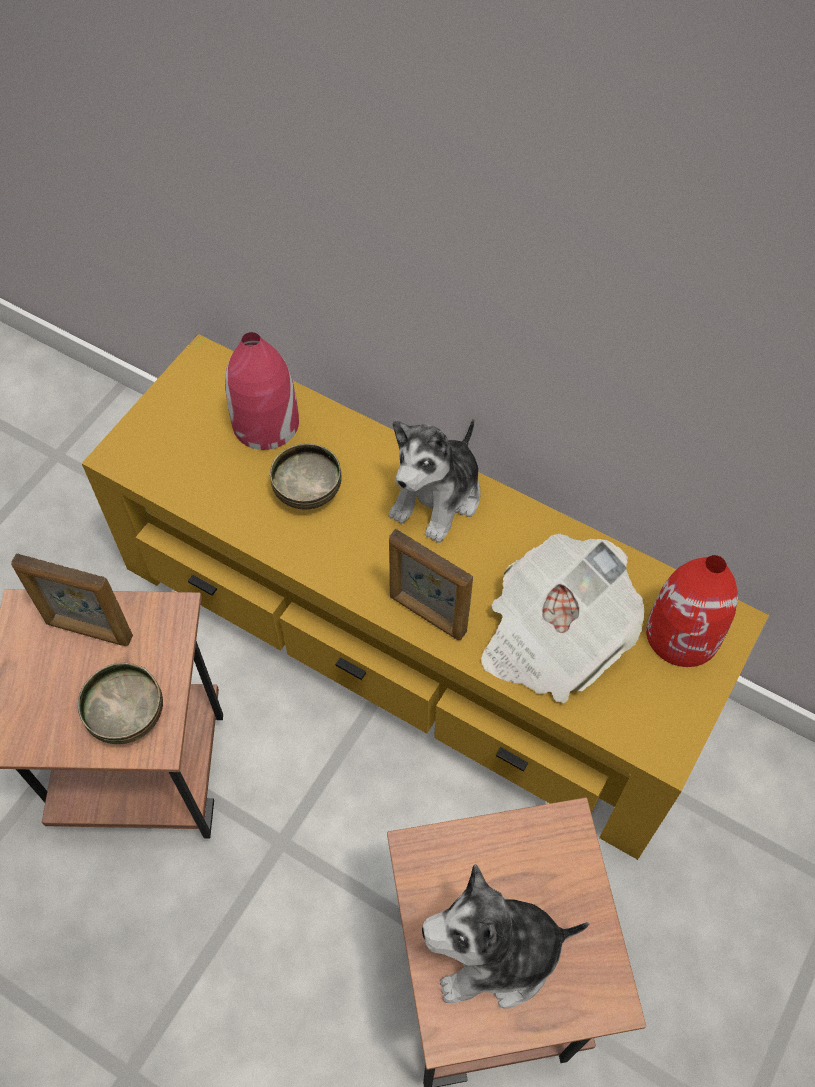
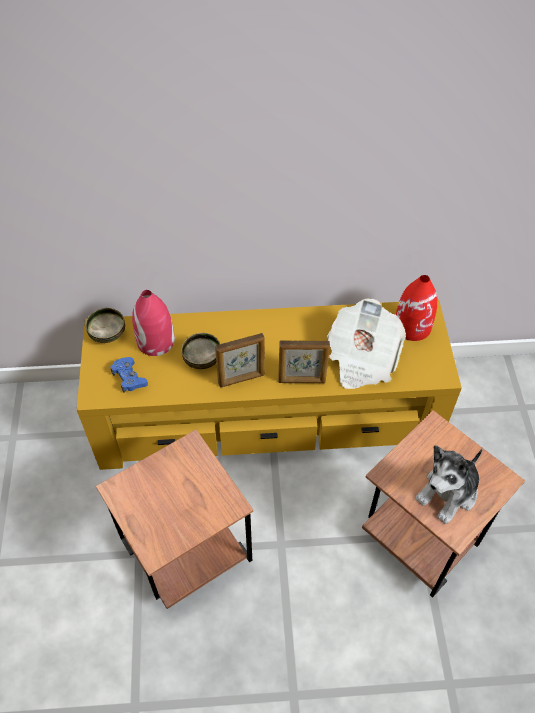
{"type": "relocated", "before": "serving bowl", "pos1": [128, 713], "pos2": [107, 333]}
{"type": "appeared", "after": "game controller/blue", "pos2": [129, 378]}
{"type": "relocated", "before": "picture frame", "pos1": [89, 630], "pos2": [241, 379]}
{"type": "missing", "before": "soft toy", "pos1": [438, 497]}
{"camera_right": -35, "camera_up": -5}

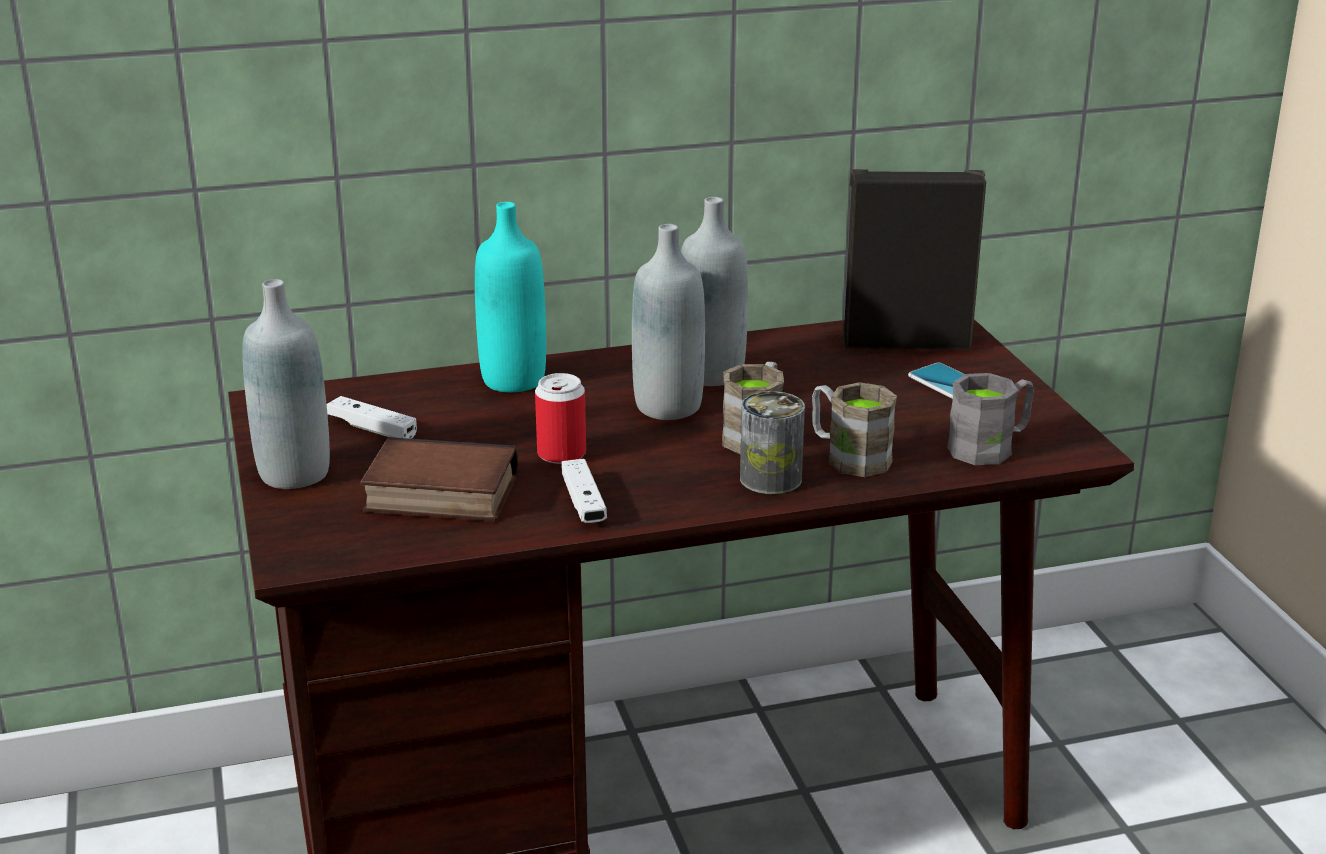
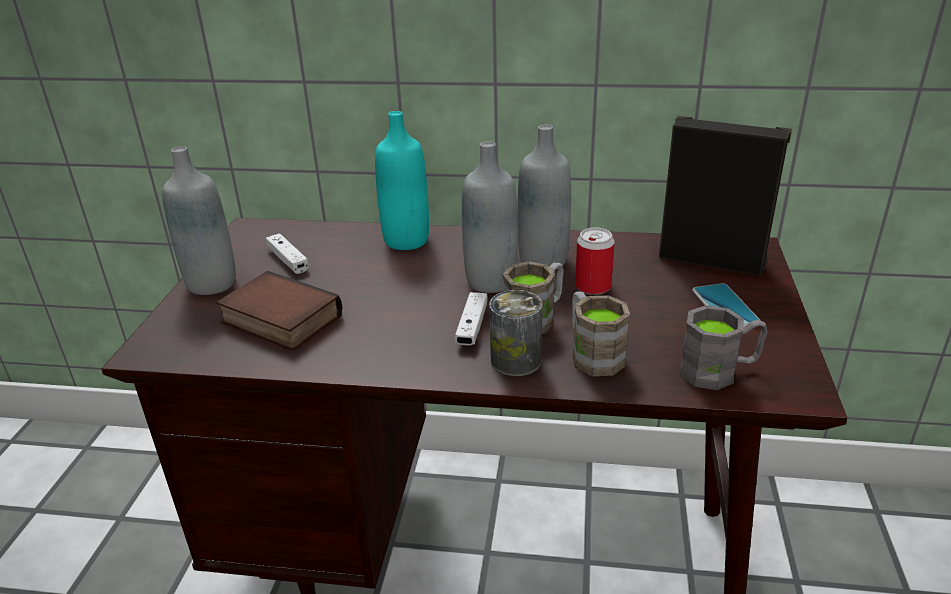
{"type": "relocated", "before": "game controller/white", "pos1": [583, 503], "pos2": [472, 327]}
{"type": "relocated", "before": "sealed can", "pos1": [561, 454], "pos2": [593, 286]}
{"camera_right": 25, "camera_up": 5}

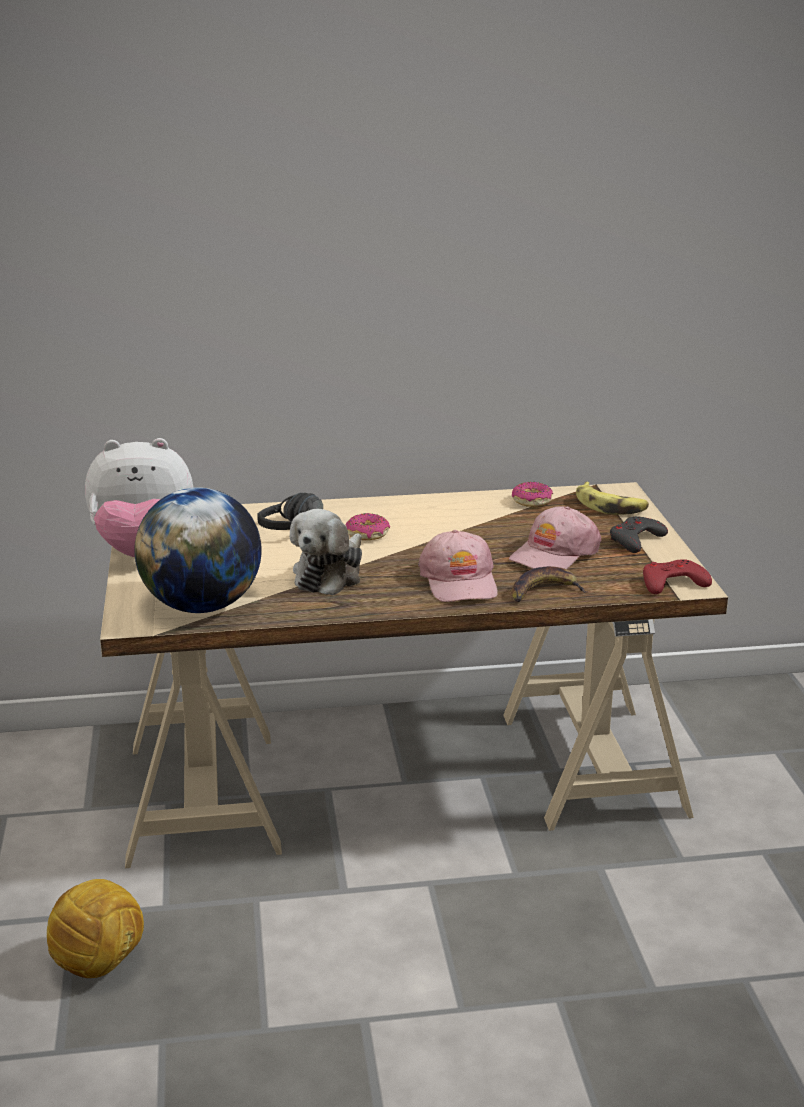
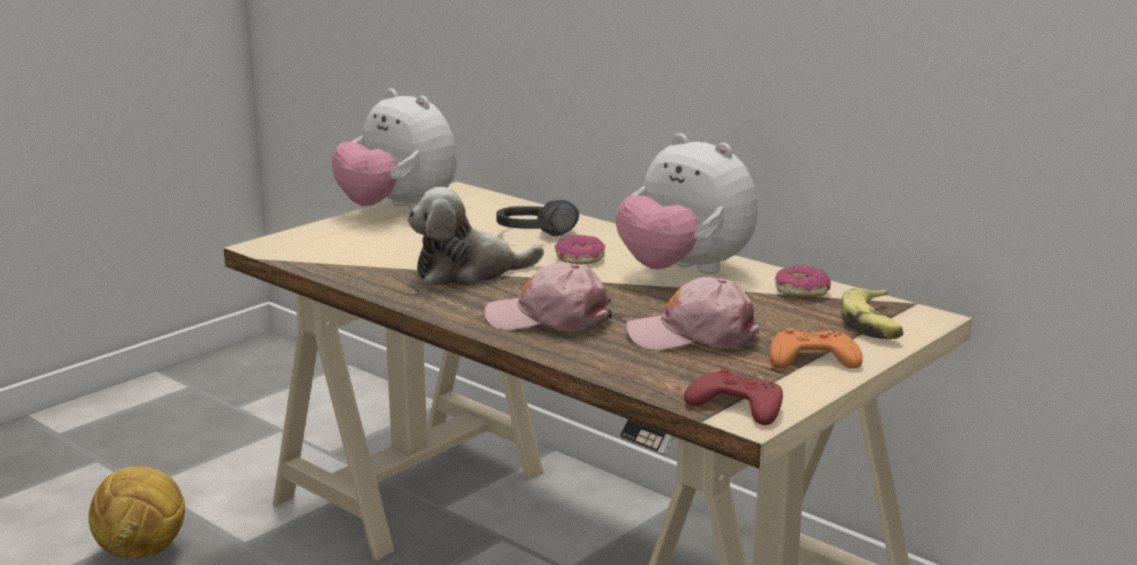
{"type": "spun", "before": "baseball cap/pink-coloured", "pos1": [459, 581], "pos2": [549, 318], "turn": 60}
{"type": "appeared", "after": "soft toy", "pos2": [684, 271]}
{"type": "colour", "before": "game controller/grey", "after": "game controller/orange-coloured", "pos1": [635, 540], "pos2": [812, 359]}
{"type": "missing", "before": "globe", "pos1": [202, 605]}
{"type": "missing", "before": "banana", "pos1": [544, 591]}
{"camera_right": 50, "camera_up": -5}

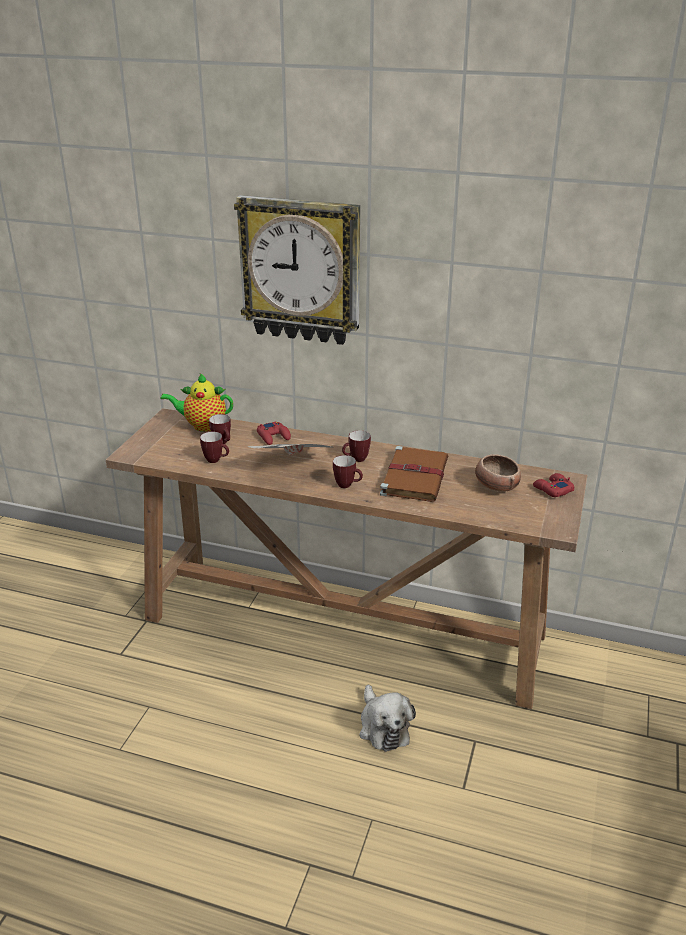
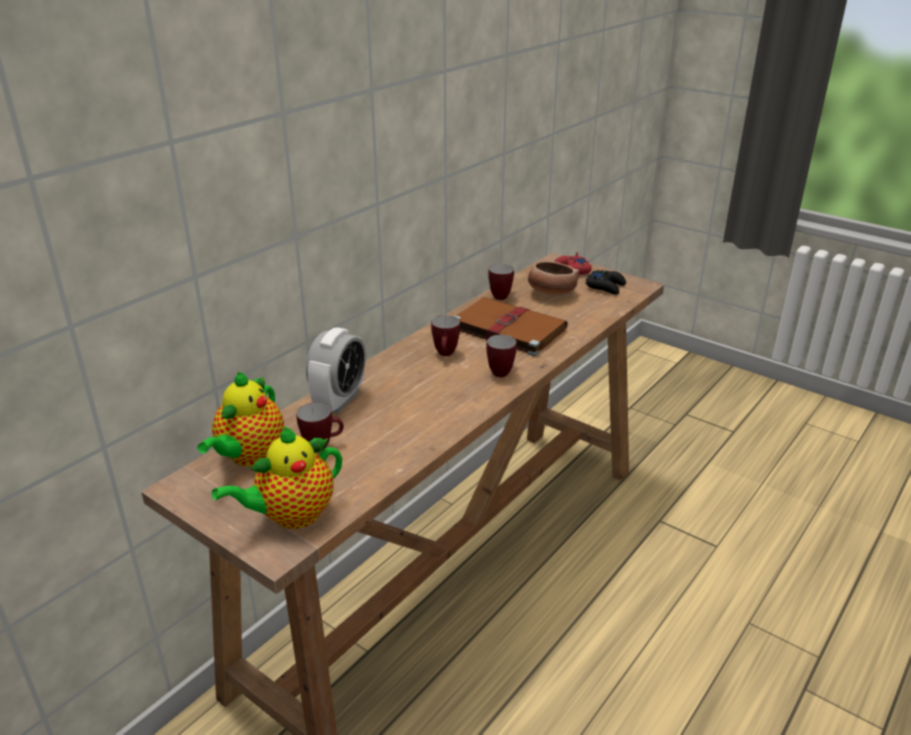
{"type": "appeared", "after": "pot for tea", "pos2": [291, 516]}
{"type": "exchanged", "before": "game controller/red", "after": "alarm clock", "pos1": [273, 436], "pos2": [339, 400]}
{"type": "relocated", "before": "tea mug", "pos1": [216, 460], "pos2": [502, 296]}
{"type": "appeared", "after": "game controller/black", "pos2": [606, 286]}
{"type": "missing", "before": "wall clock", "pos1": [301, 270]}
{"type": "missing", "before": "daily paper", "pos1": [292, 466]}
{"type": "missing", "before": "soft toy", "pos1": [383, 726]}
{"camera_right": -70, "camera_up": 0}

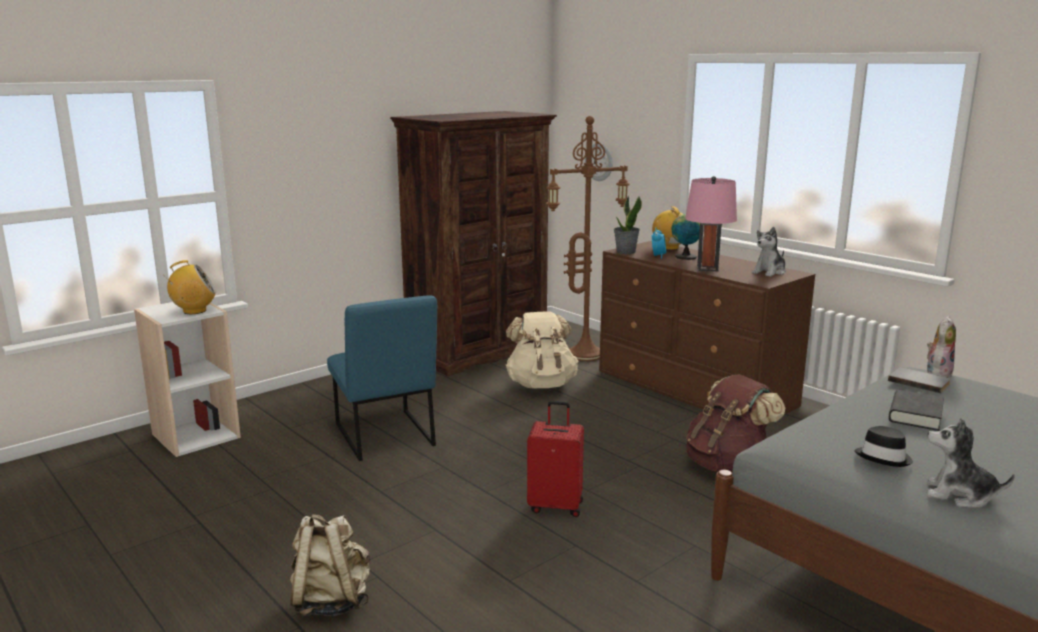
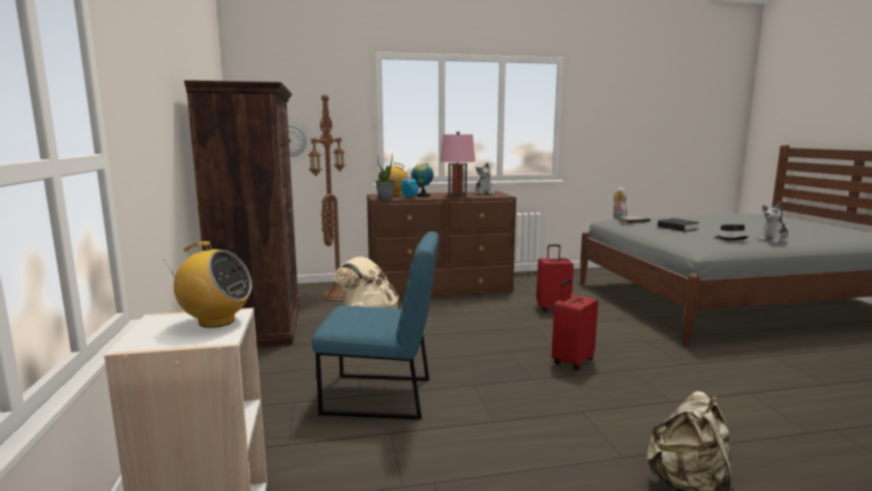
{"type": "spun", "before": "radio", "pos1": [194, 311], "pos2": [216, 321], "turn": 90}
{"type": "exchanged", "before": "backpack/brown", "after": "piece of luggage/red", "pos1": [727, 465], "pos2": [553, 308]}
{"camera_right": -60, "camera_up": -5}

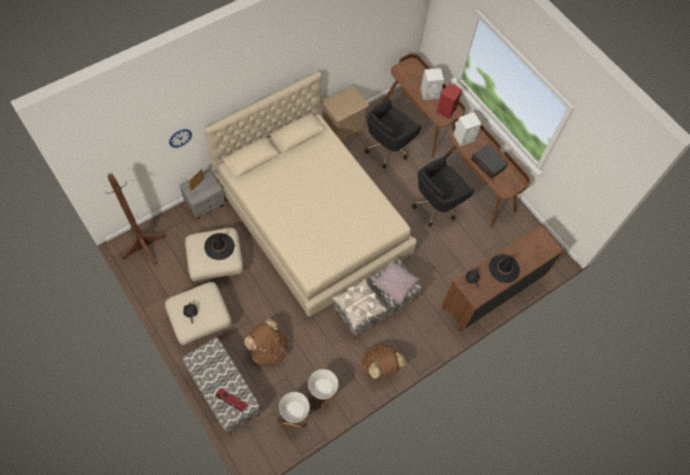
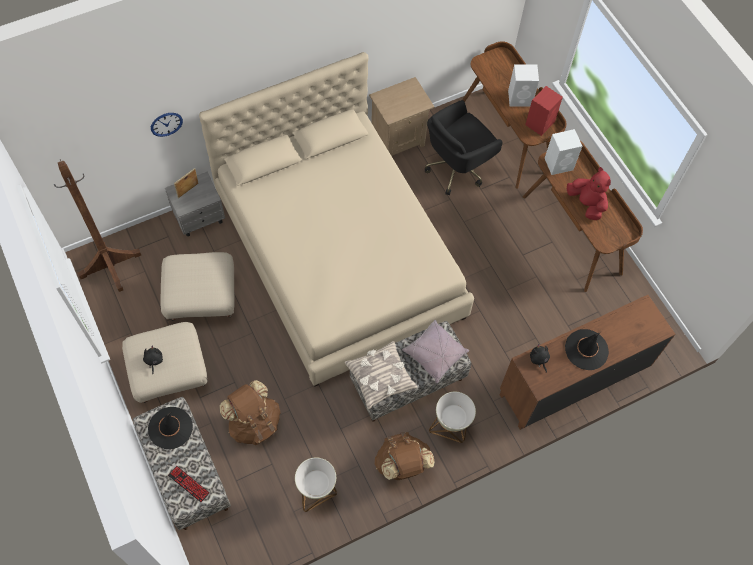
{"type": "relocated", "before": "hat/black", "pos1": [219, 246], "pos2": [170, 428]}
{"type": "relocated", "before": "flower pot", "pos1": [294, 417], "pos2": [450, 428]}
{"type": "exchanged", "before": "radio", "after": "soft toy/red", "pos1": [487, 164], "pos2": [586, 204]}
{"type": "missing", "before": "desk chair/black", "pos1": [436, 206]}
{"camera_right": 10, "camera_up": 0}

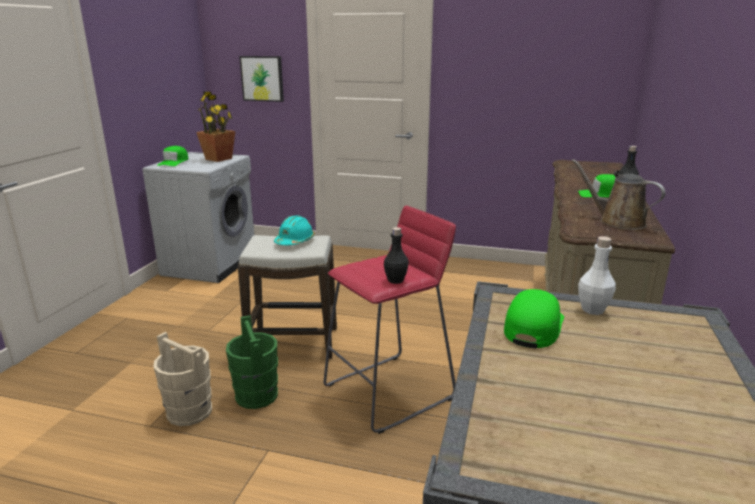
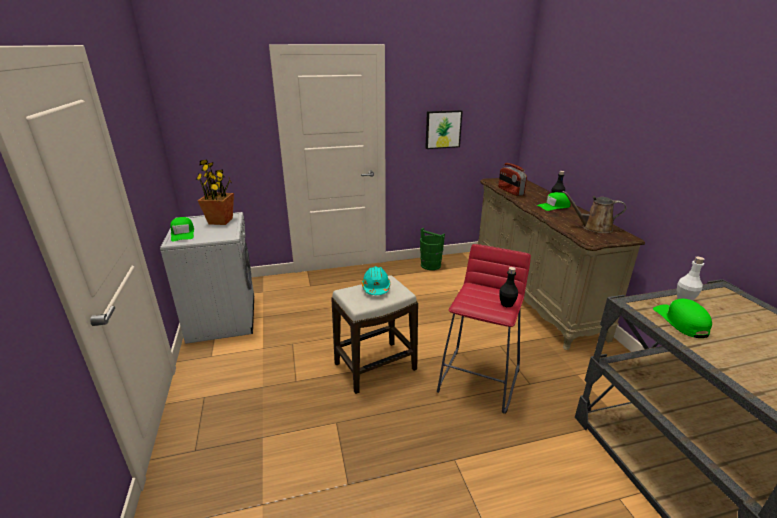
{"type": "relocated", "before": "water bucket/green", "pos1": [256, 395], "pos2": [430, 265]}
{"type": "relocated", "before": "picture", "pos1": [262, 78], "pos2": [443, 129]}
{"type": "appeared", "after": "radio", "pos2": [510, 191]}
{"type": "missing", "before": "water bucket/sand-coloured", "pos1": [190, 412]}
{"camera_right": -30, "camera_up": 5}

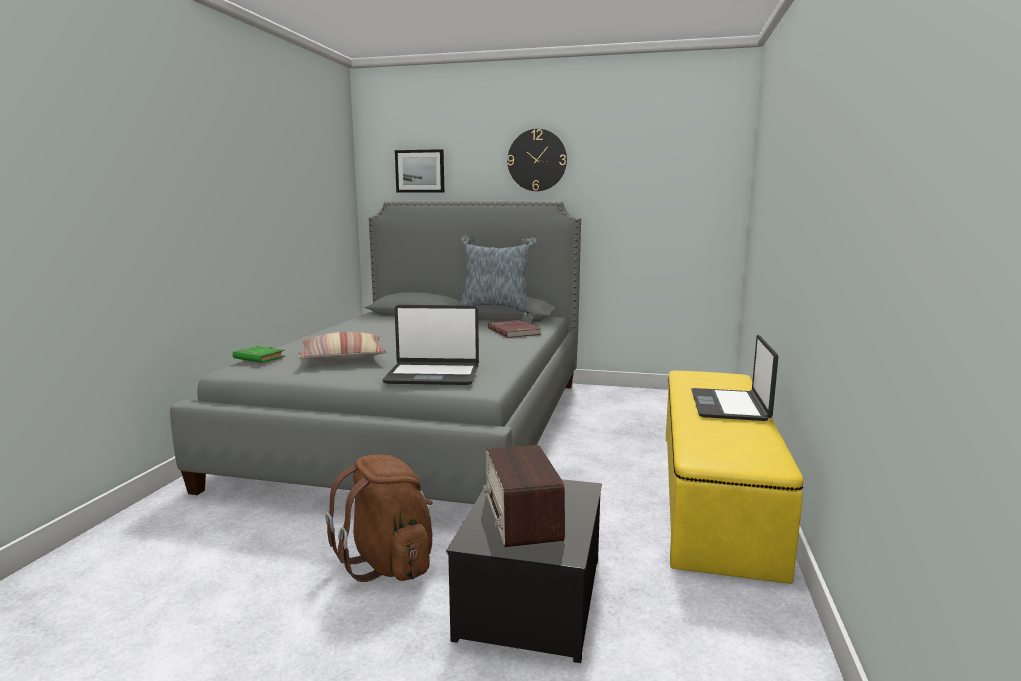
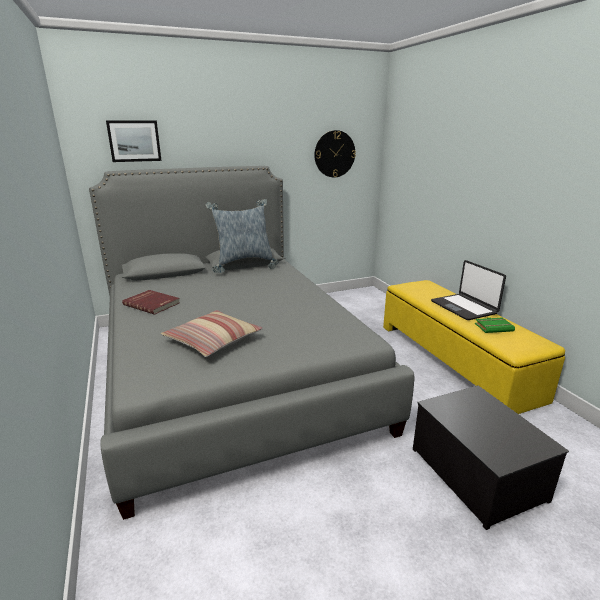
{"type": "relocated", "before": "volume/red", "pos1": [515, 331], "pos2": [152, 303]}
{"type": "relocated", "before": "wall clock", "pos1": [537, 160], "pos2": [334, 154]}
{"type": "relocated", "before": "volume/green", "pos1": [261, 358], "pos2": [494, 327]}
{"type": "missing", "before": "backpack/brown", "pos1": [389, 563]}
{"type": "missing", "before": "laptop", "pos1": [433, 375]}
{"type": "missing", "before": "radio", "pos1": [522, 517]}
{"camera_right": -35, "camera_up": 10}

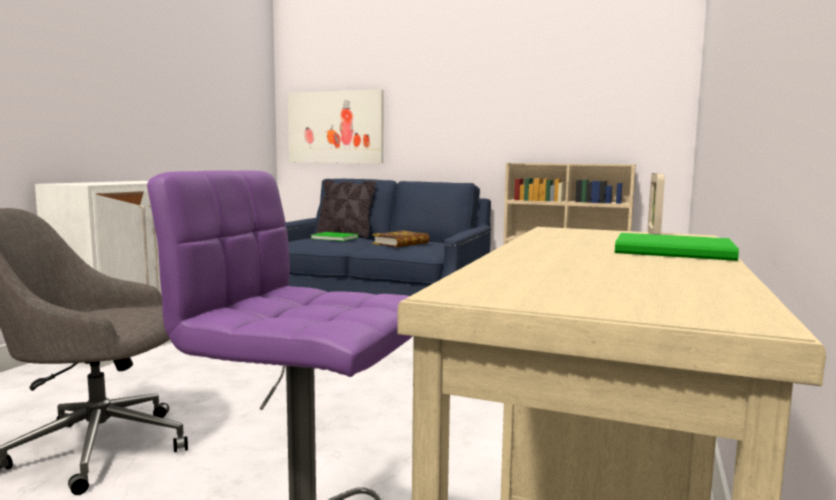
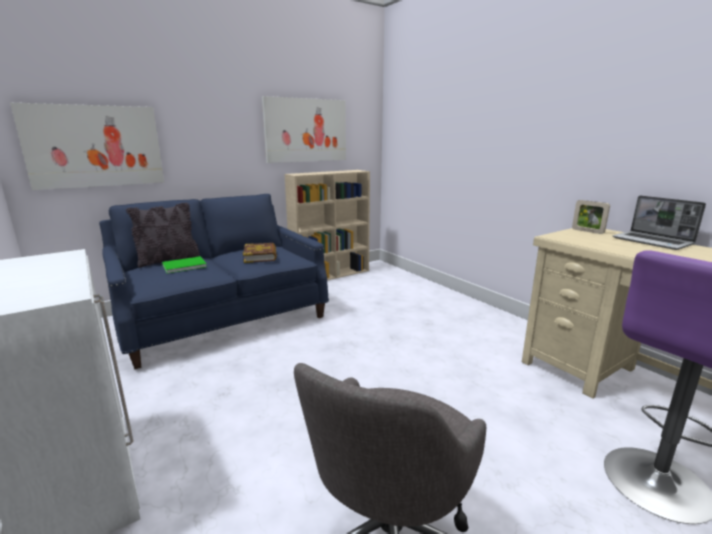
{"type": "appeared", "after": "picture", "pos2": [306, 130]}
{"type": "exchanged", "before": "volume/green", "after": "laptop", "pos1": [677, 251], "pos2": [653, 241]}
{"camera_right": -55, "camera_up": 10}

